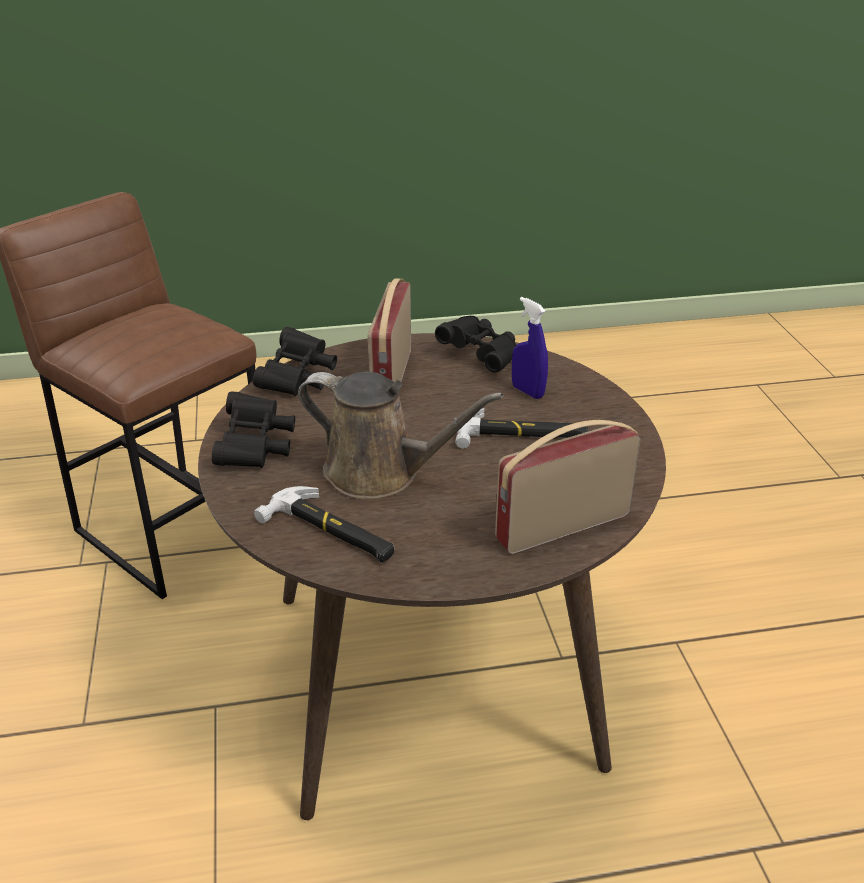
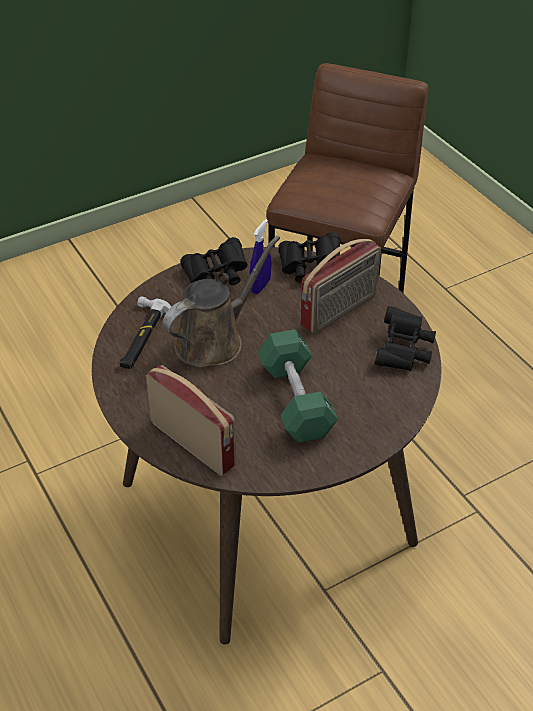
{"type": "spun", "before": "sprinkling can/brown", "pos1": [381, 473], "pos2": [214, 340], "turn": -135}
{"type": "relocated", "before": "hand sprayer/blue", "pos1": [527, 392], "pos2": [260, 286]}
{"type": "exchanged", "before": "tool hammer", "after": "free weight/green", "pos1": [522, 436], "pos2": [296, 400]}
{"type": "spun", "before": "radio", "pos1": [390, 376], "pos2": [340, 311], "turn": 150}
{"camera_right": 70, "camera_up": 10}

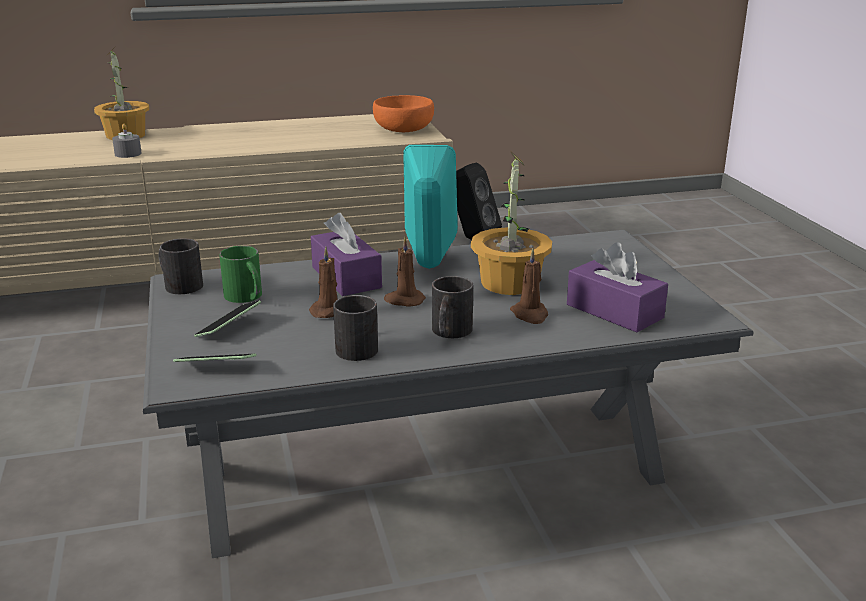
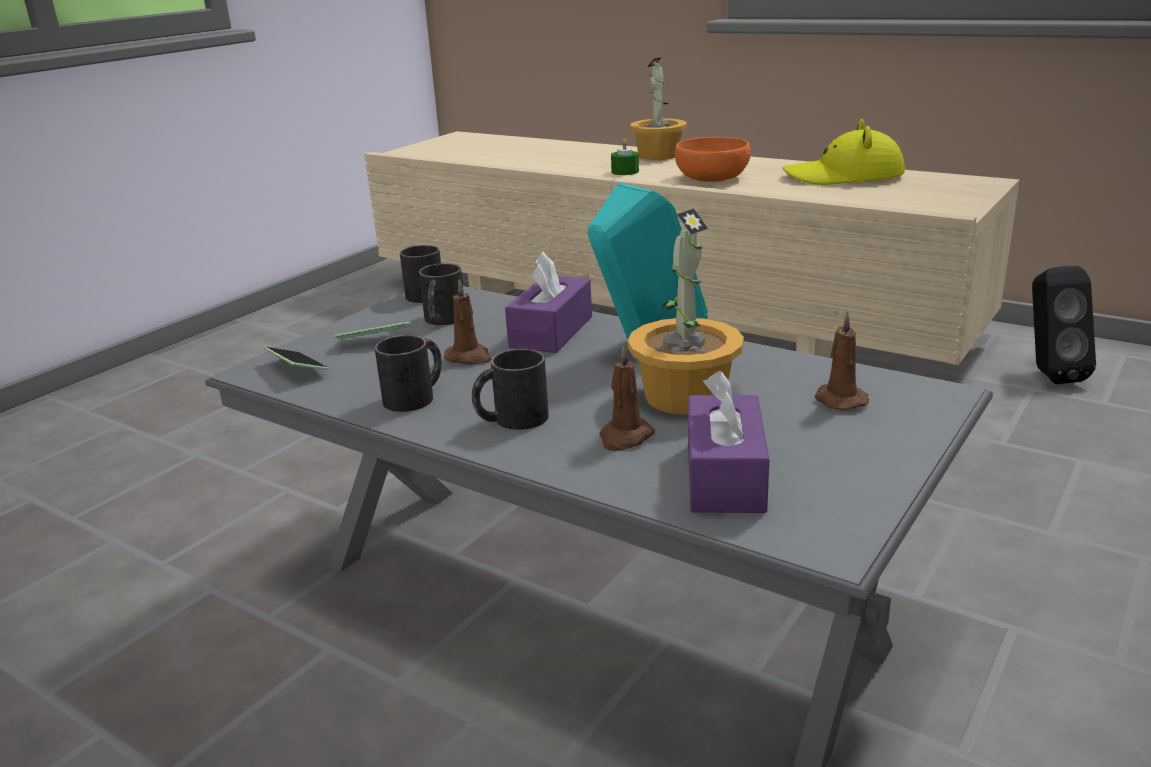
{"type": "colour", "before": "tea mug/green", "after": "tea mug/black", "pos1": [247, 297], "pos2": [442, 321]}
{"type": "colour", "before": "wax candle/grey", "after": "wax candle/green", "pos1": [128, 154], "pos2": [625, 172]}
{"type": "relocated", "before": "serving bowl/orange-coloured", "pos1": [402, 129], "pos2": [711, 178]}
{"type": "appeared", "after": "hat/yellow-coloured", "pos2": [844, 176]}
{"type": "relocated", "before": "wax candle/brown", "pos1": [404, 300], "pos2": [838, 400]}
{"camera_right": 50, "camera_up": 0}

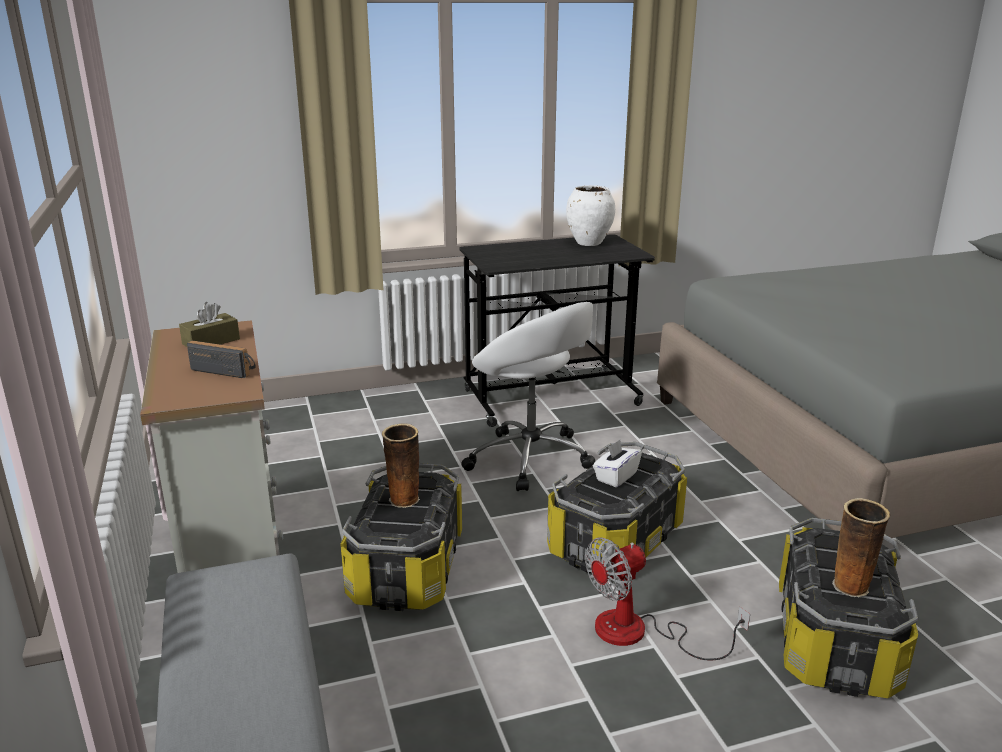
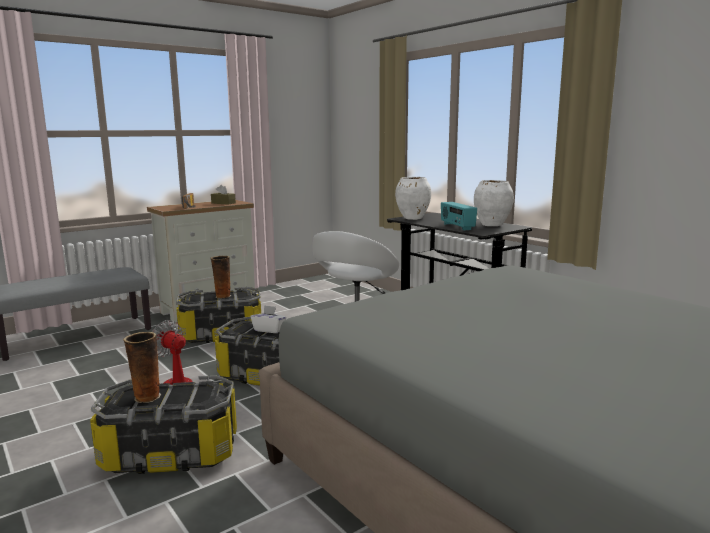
{"type": "appeared", "after": "vase/white", "pos2": [413, 218]}
{"type": "appeared", "after": "radio", "pos2": [457, 227]}
{"camera_right": 70, "camera_up": -10}

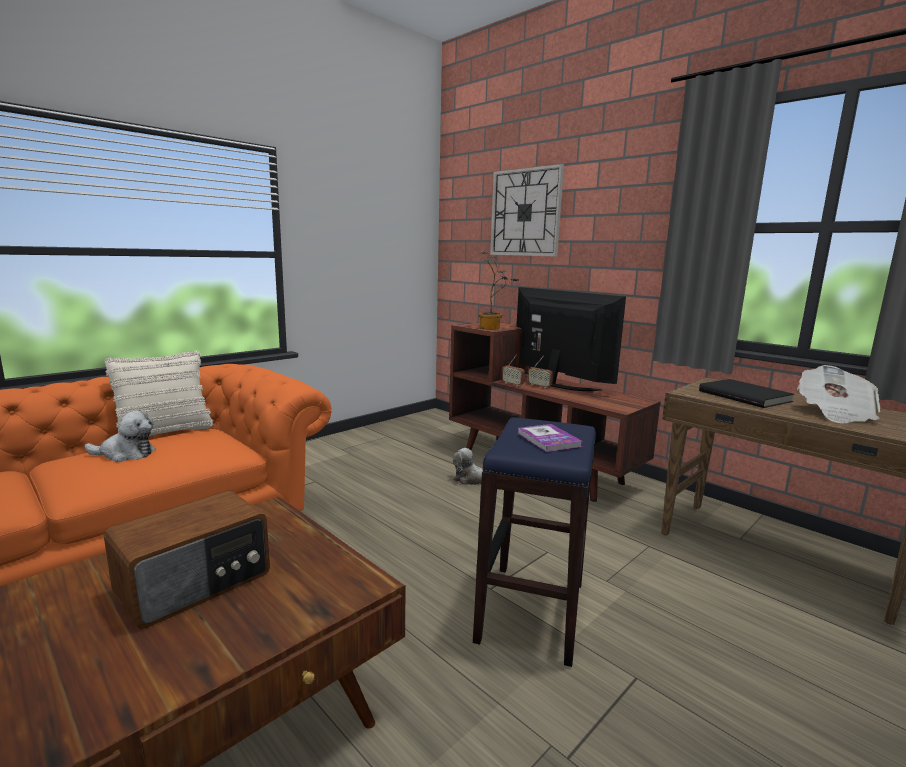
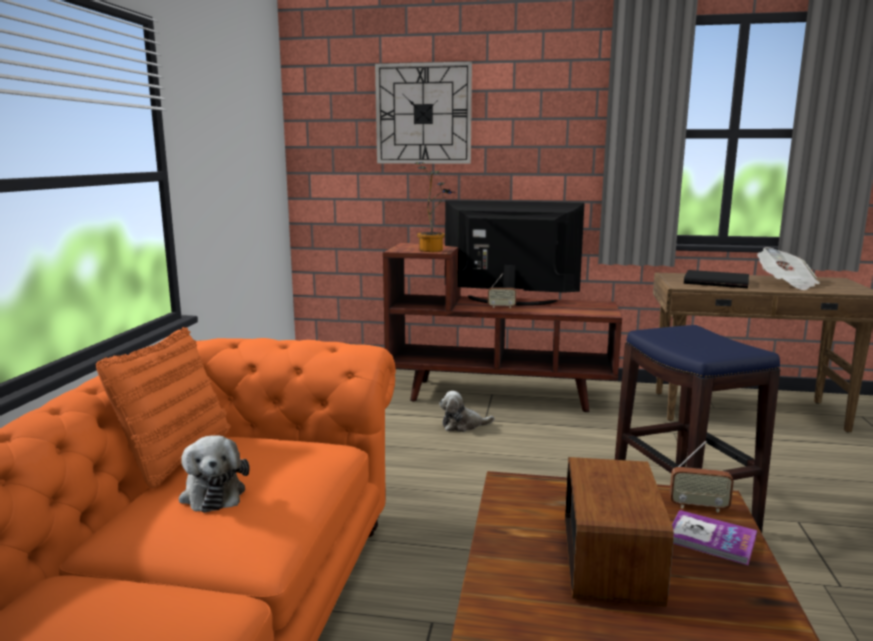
{"type": "colour", "before": "cushion/sand-coloured", "after": "cushion/orange-coloured", "pos1": [166, 432], "pos2": [176, 458]}
{"type": "spun", "before": "soft toy", "pos1": [125, 454], "pos2": [213, 493], "turn": 105}
{"type": "relocated", "before": "radio", "pos1": [512, 384], "pos2": [698, 507]}
{"type": "relocated", "before": "volume", "pos1": [548, 439], "pos2": [711, 539]}
{"camera_right": -35, "camera_up": 0}

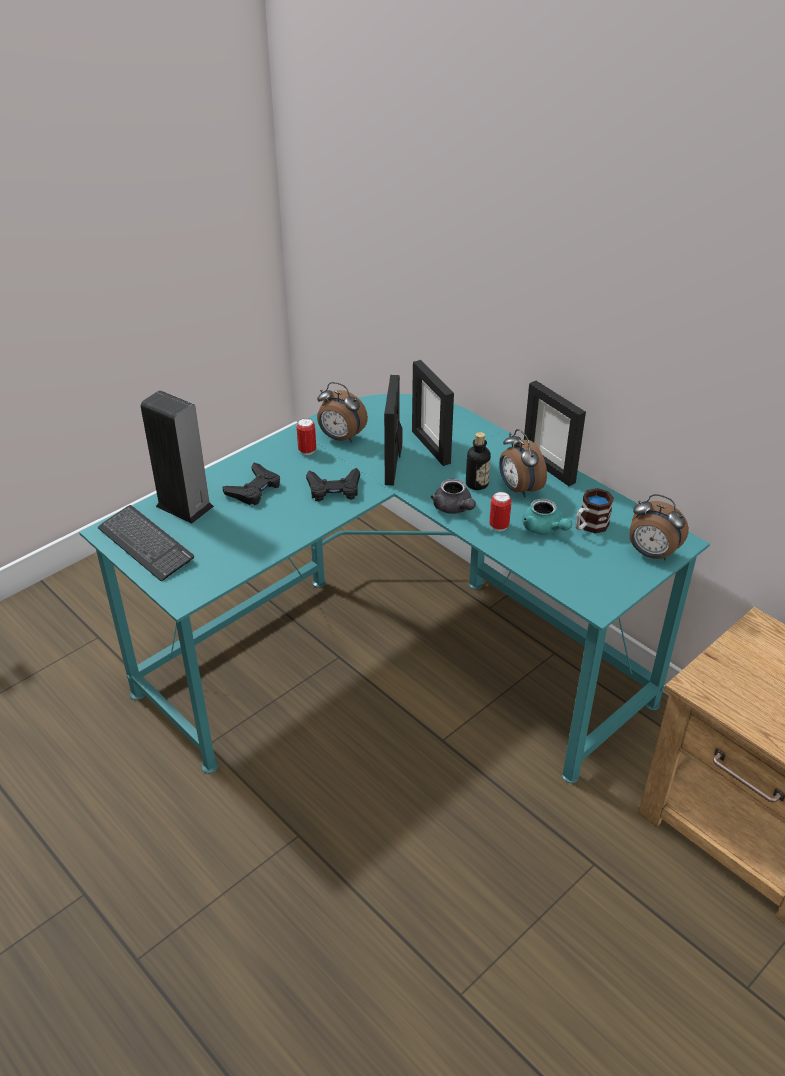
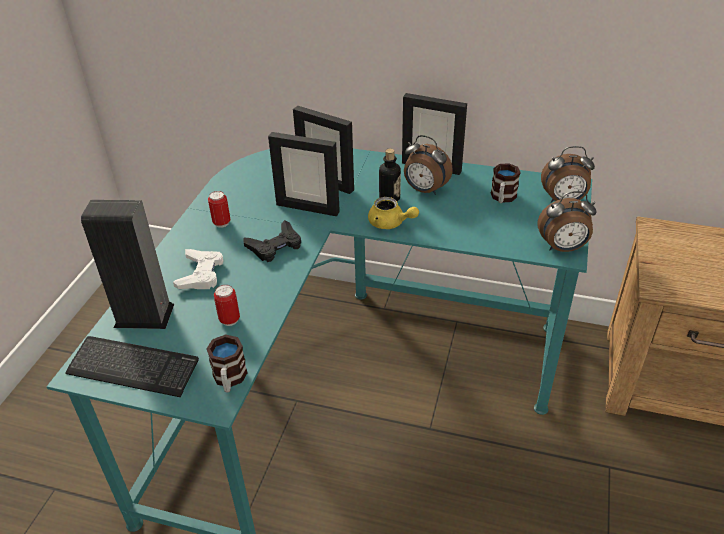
{"type": "colour", "before": "game controller/black", "after": "game controller/white", "pos1": [254, 489], "pos2": [201, 274]}
{"type": "appeared", "after": "tea mug", "pos2": [229, 380]}
{"type": "relocated", "before": "sealed can", "pos1": [499, 526], "pos2": [229, 320]}
{"type": "spun", "before": "picture frame", "pos1": [393, 464], "pos2": [308, 207], "turn": -45}
{"type": "colour", "before": "pot for tea/grey", "after": "pot for tea/yellow-coloured", "pos1": [454, 508], "pos2": [390, 223]}
{"type": "relocated", "before": "alarm clock", "pos1": [340, 438], "pos2": [562, 248]}
{"type": "missing", "before": "pot for tea/turquoise", "pos1": [544, 529]}
{"camera_right": -30, "camera_up": 0}

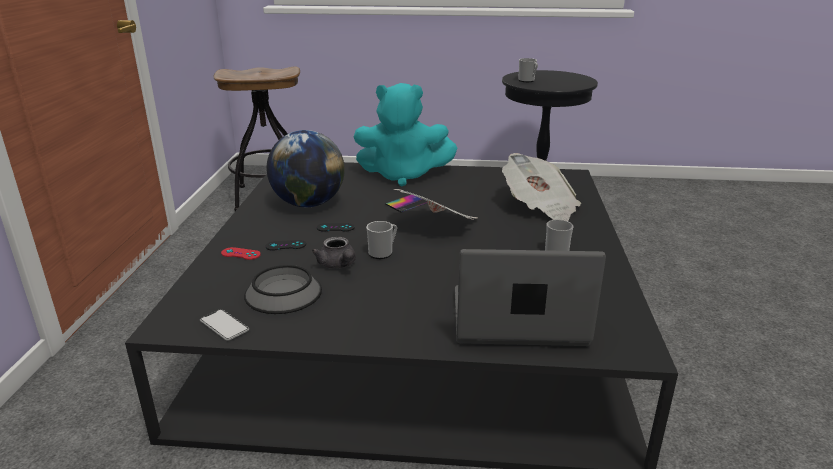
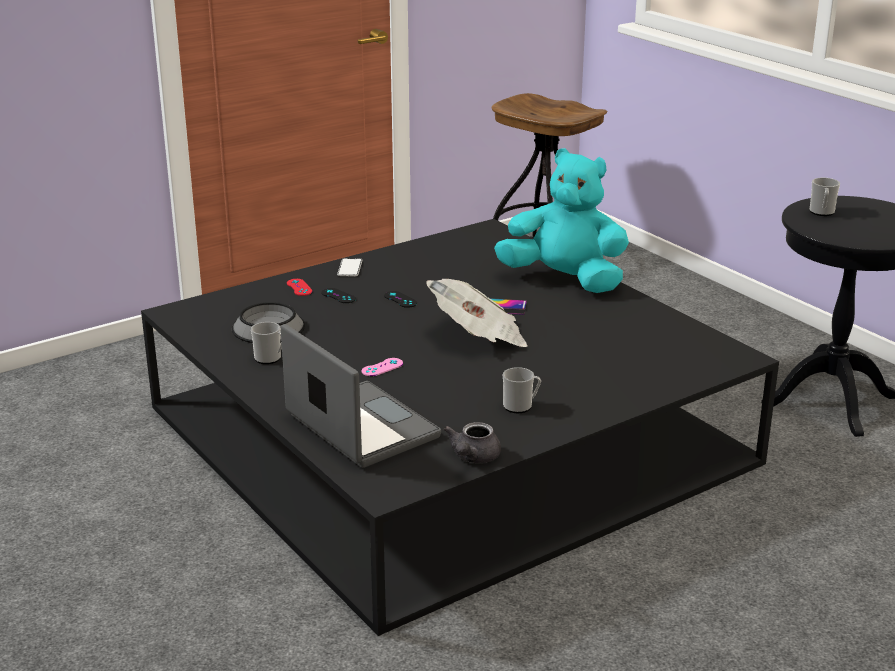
{"type": "relocated", "before": "tea mug", "pos1": [383, 253], "pos2": [270, 358]}
{"type": "relocated", "before": "telephone", "pos1": [224, 326], "pos2": [350, 268]}
{"type": "appeared", "after": "game controller/pink-coloured", "pos2": [382, 367]}
{"type": "relocated", "before": "pot for tea/grey", "pos1": [338, 265], "pos2": [473, 458]}
{"type": "spun", "before": "soft toy/turquoise", "pos1": [403, 175], "pos2": [564, 280], "turn": 150}
{"type": "missing", "before": "globe", "pos1": [308, 204]}
{"type": "missing", "before": "daily paper", "pos1": [540, 207]}
{"camera_right": 50, "camera_up": 0}

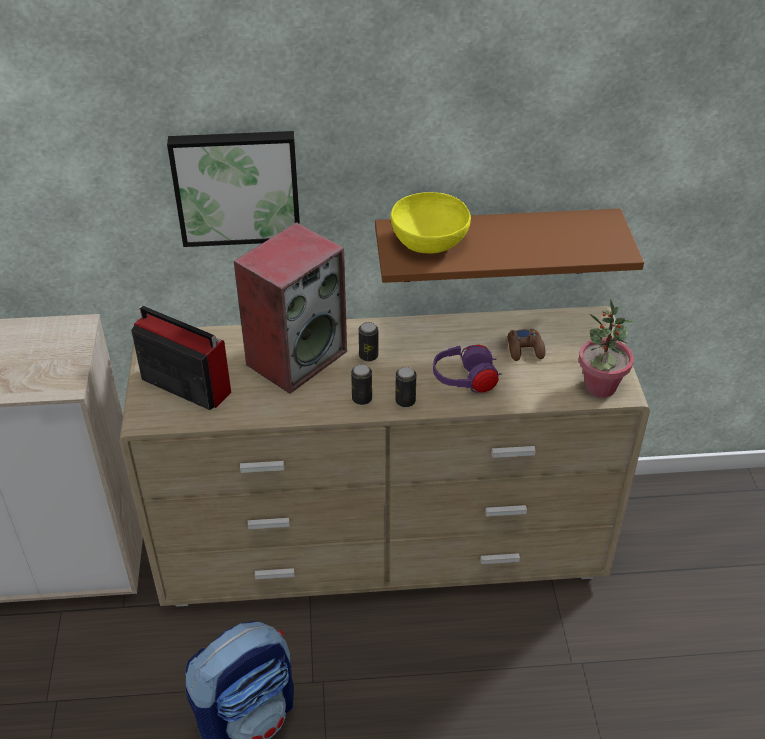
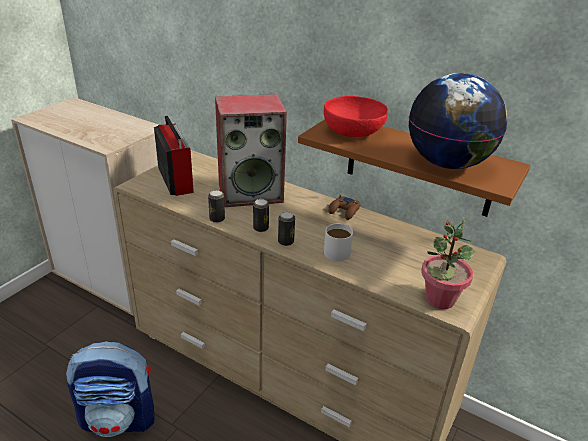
{"type": "relocated", "before": "sealed can", "pos1": [368, 356], "pos2": [217, 219]}
{"type": "colour", "before": "serving bowl/yellow-coloured", "after": "serving bowl/red", "pos1": [429, 241], "pos2": [353, 132]}
{"type": "exchanged", "before": "headphones/purplish", "after": "tea mug/white", "pos1": [465, 381], "pos2": [339, 250]}
{"type": "relocated", "before": "game controller/brown", "pos1": [525, 349], "pos2": [344, 211]}
{"type": "appeared", "after": "globe", "pos2": [448, 164]}
{"type": "missing", "before": "picture", "pos1": [237, 186]}
{"camera_right": 35, "camera_up": -10}

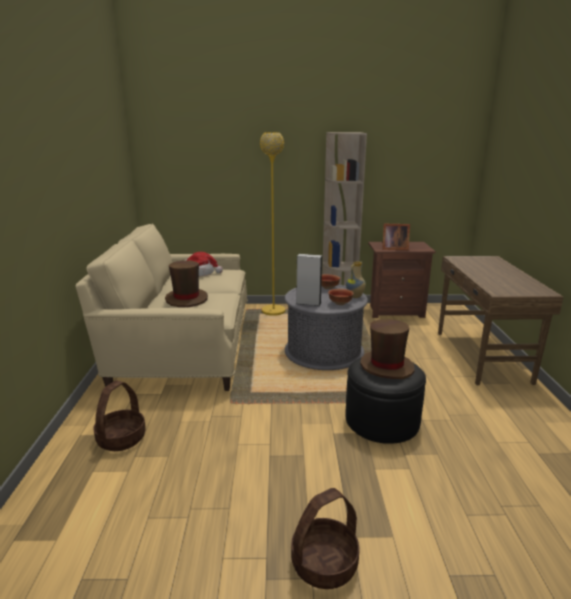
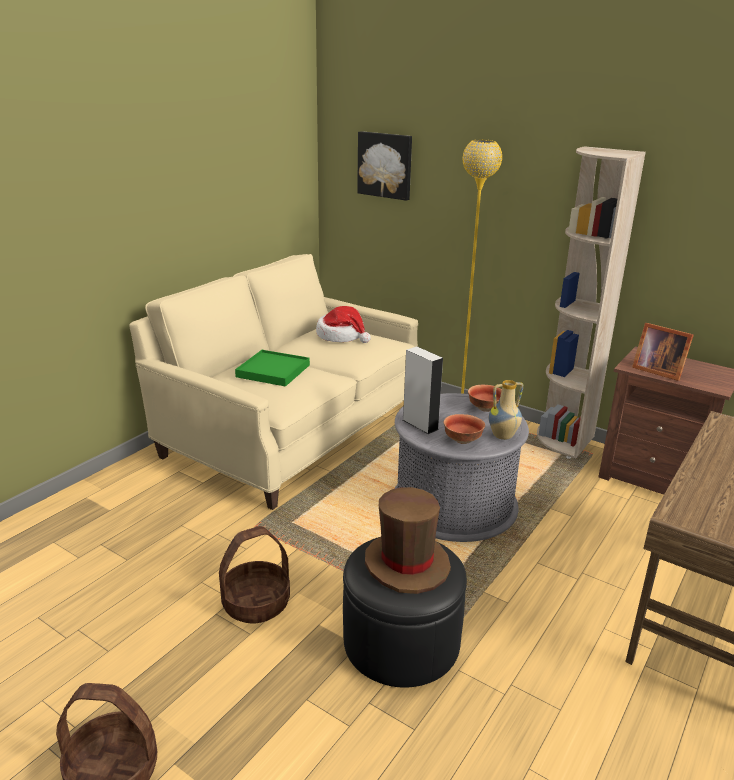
{"type": "relocated", "before": "basket", "pos1": [121, 438], "pos2": [256, 603]}
{"type": "exchanged", "before": "hat/brown", "after": "tray/green", "pos1": [186, 299], "pos2": [273, 371]}
{"type": "appeared", "after": "picture", "pos2": [385, 165]}
{"camera_right": 35, "camera_up": 5}

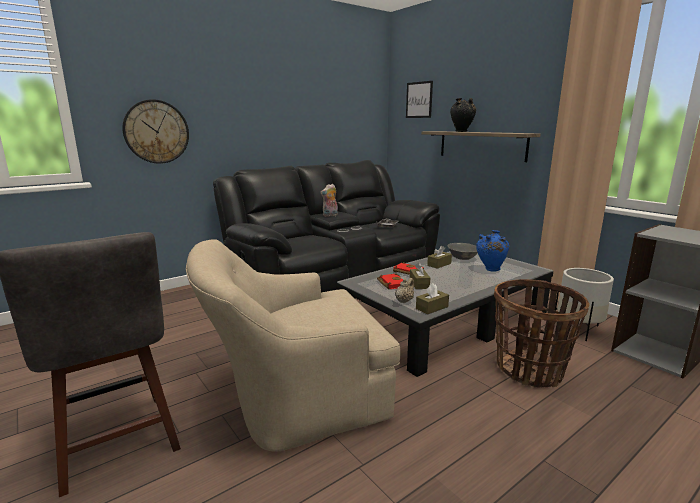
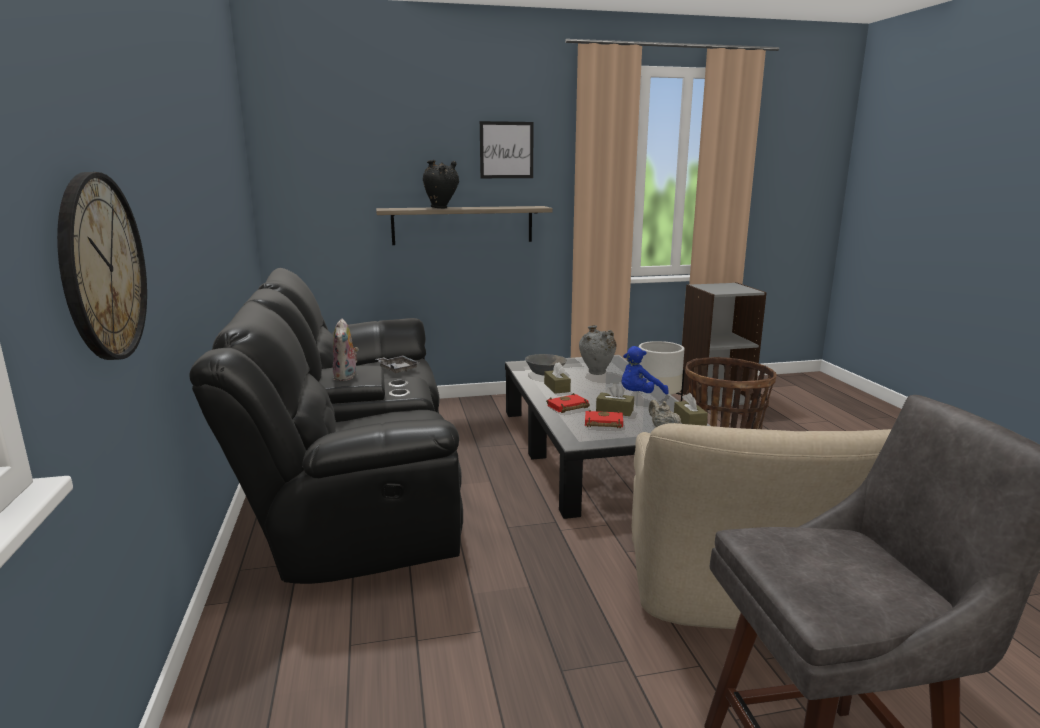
{"type": "relocated", "before": "picture", "pos1": [419, 100], "pos2": [506, 150]}
{"type": "colour", "before": "vase/blue", "after": "vase/grey", "pos1": [490, 269], "pos2": [596, 373]}
{"type": "appeared", "after": "soft toy/blue", "pos2": [639, 395]}
{"camera_right": -65, "camera_up": 0}

